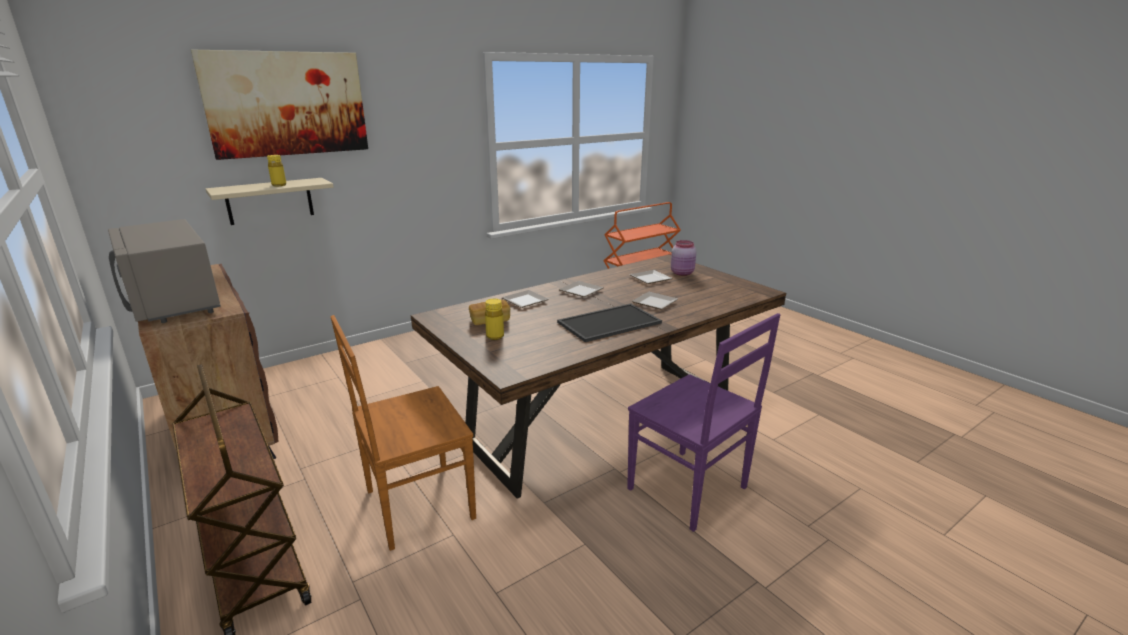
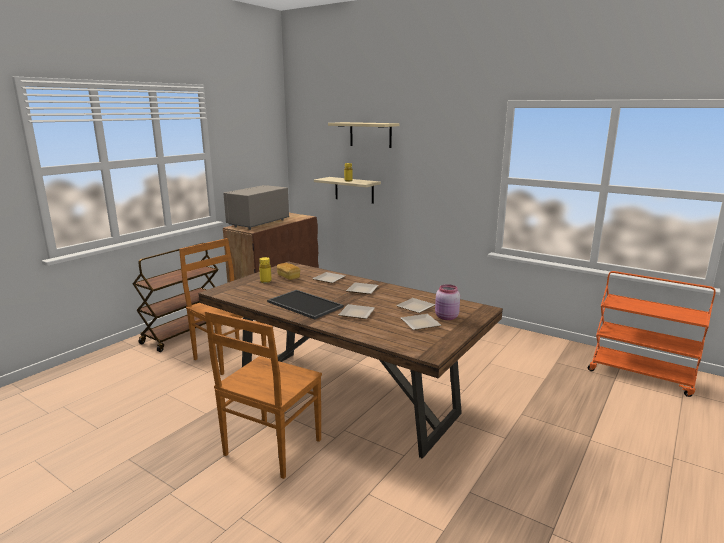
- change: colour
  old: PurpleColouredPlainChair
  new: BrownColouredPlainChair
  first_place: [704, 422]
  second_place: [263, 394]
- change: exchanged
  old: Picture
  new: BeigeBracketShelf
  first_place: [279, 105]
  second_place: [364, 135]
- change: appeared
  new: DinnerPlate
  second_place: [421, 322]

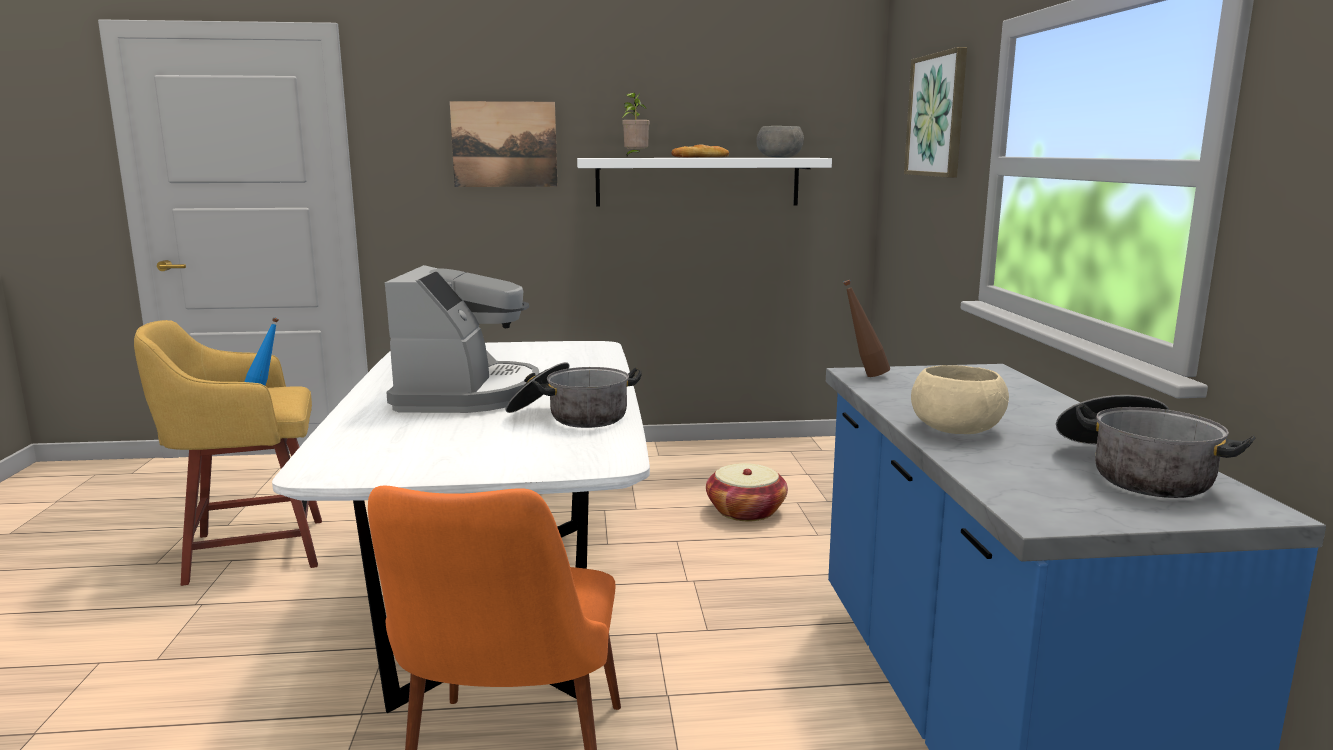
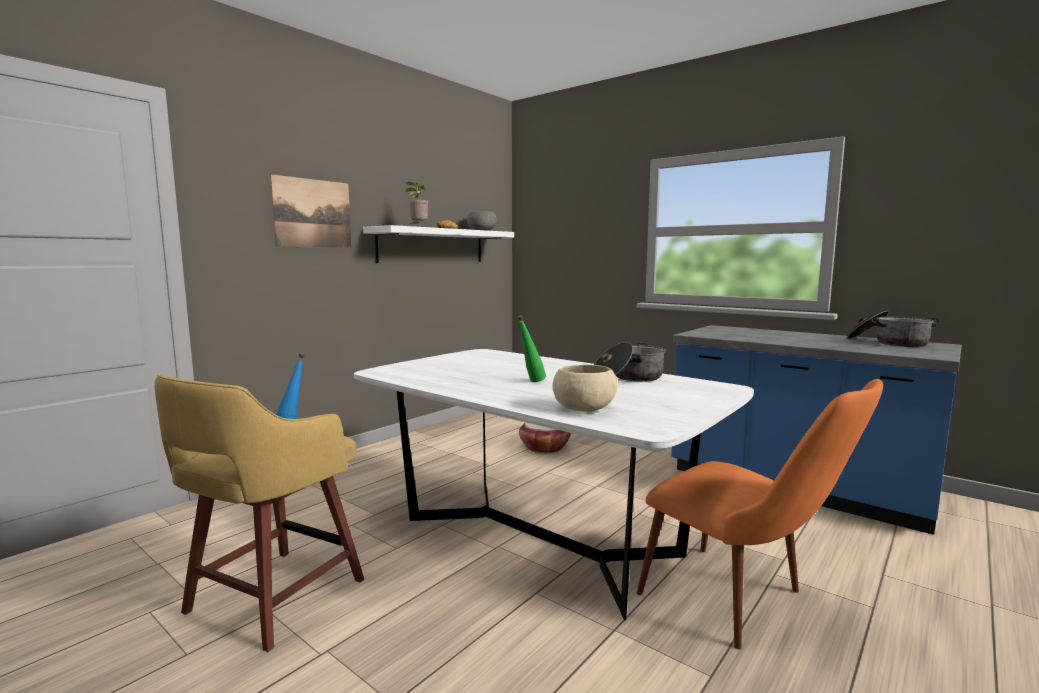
- change: exchanged
  old: CoffeeBrewer
  new: GreenishBottle
  first_place: [462, 339]
  second_place: [532, 348]
- change: relocated
  old: BeigeDeepDish
  first_place: [960, 399]
  second_place: [585, 388]
- change: missing
  old: BrownColouredBottle
  first_place: [866, 328]
- change: missing
  old: Picture
  first_place: [935, 112]

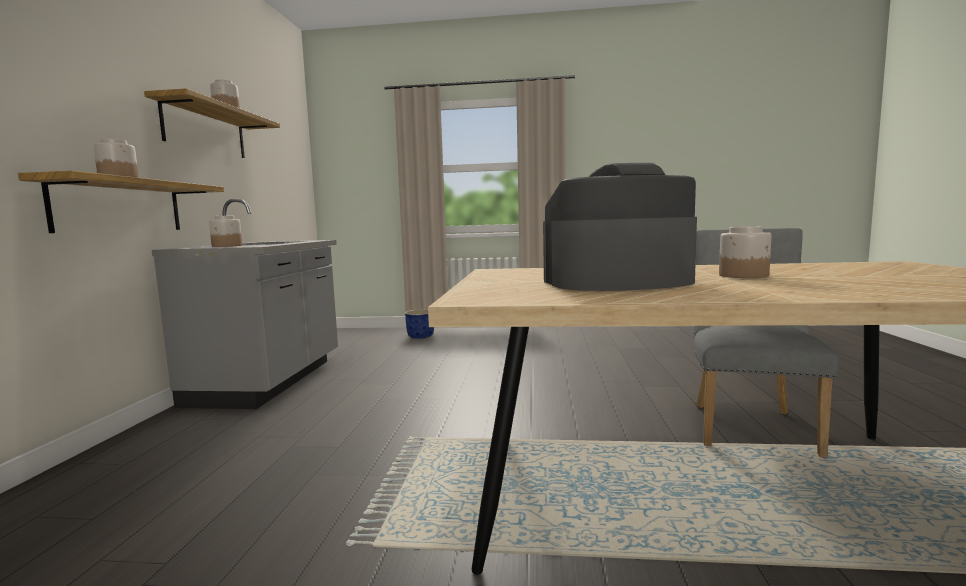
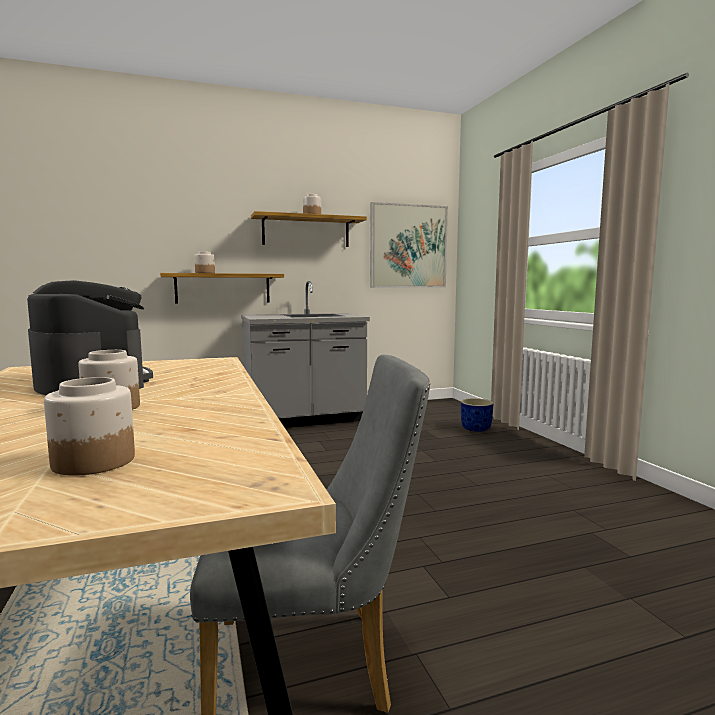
- change: relocated
  old: PreserveJar
  first_place: [225, 231]
  second_place: [89, 426]
- change: appeared
  new: Picture
  second_place: [409, 245]

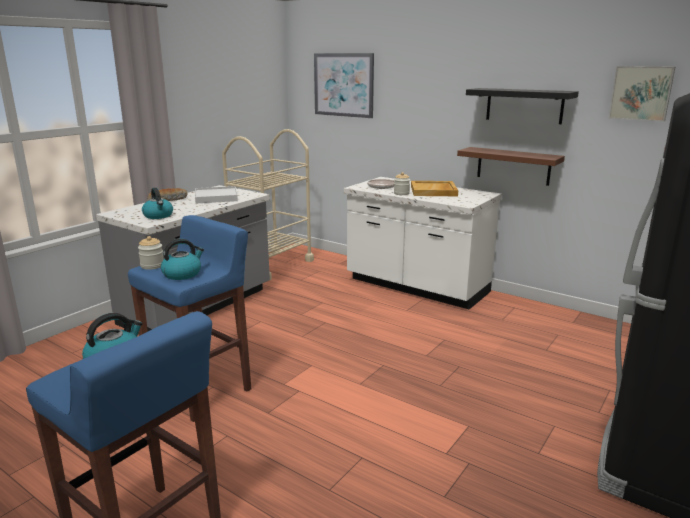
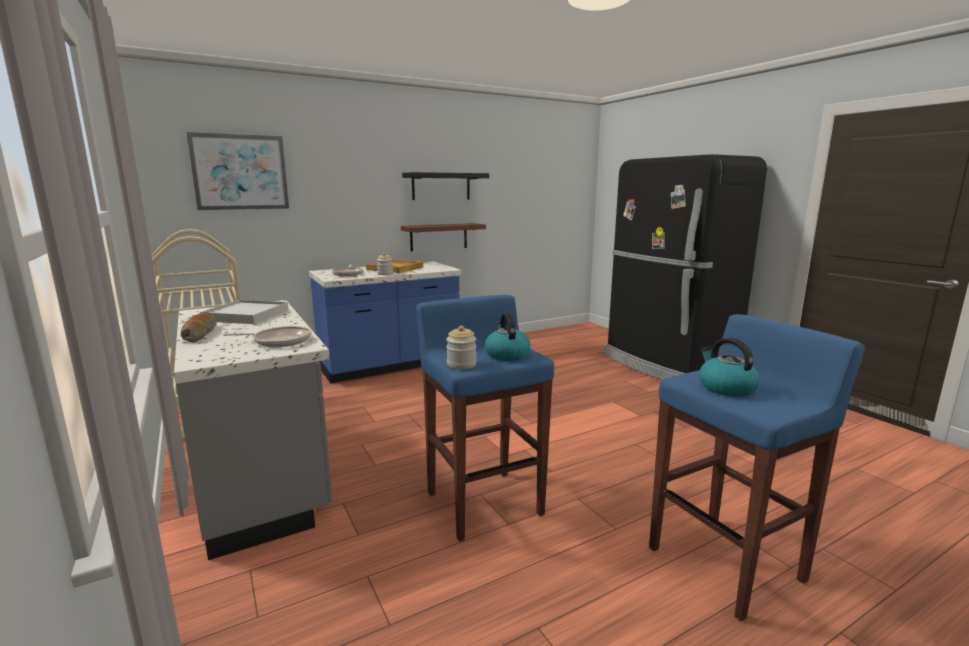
- change: exchanged
  old: TeaKettle
  new: Skillet
  first_place: [157, 203]
  second_place: [267, 336]
- change: colour
  old: WhiteColouredKitchenCounter
  new: BluishKitchenCounter
  first_place: [423, 243]
  second_place: [385, 323]
- change: missing
  old: Picture
  first_place: [642, 94]

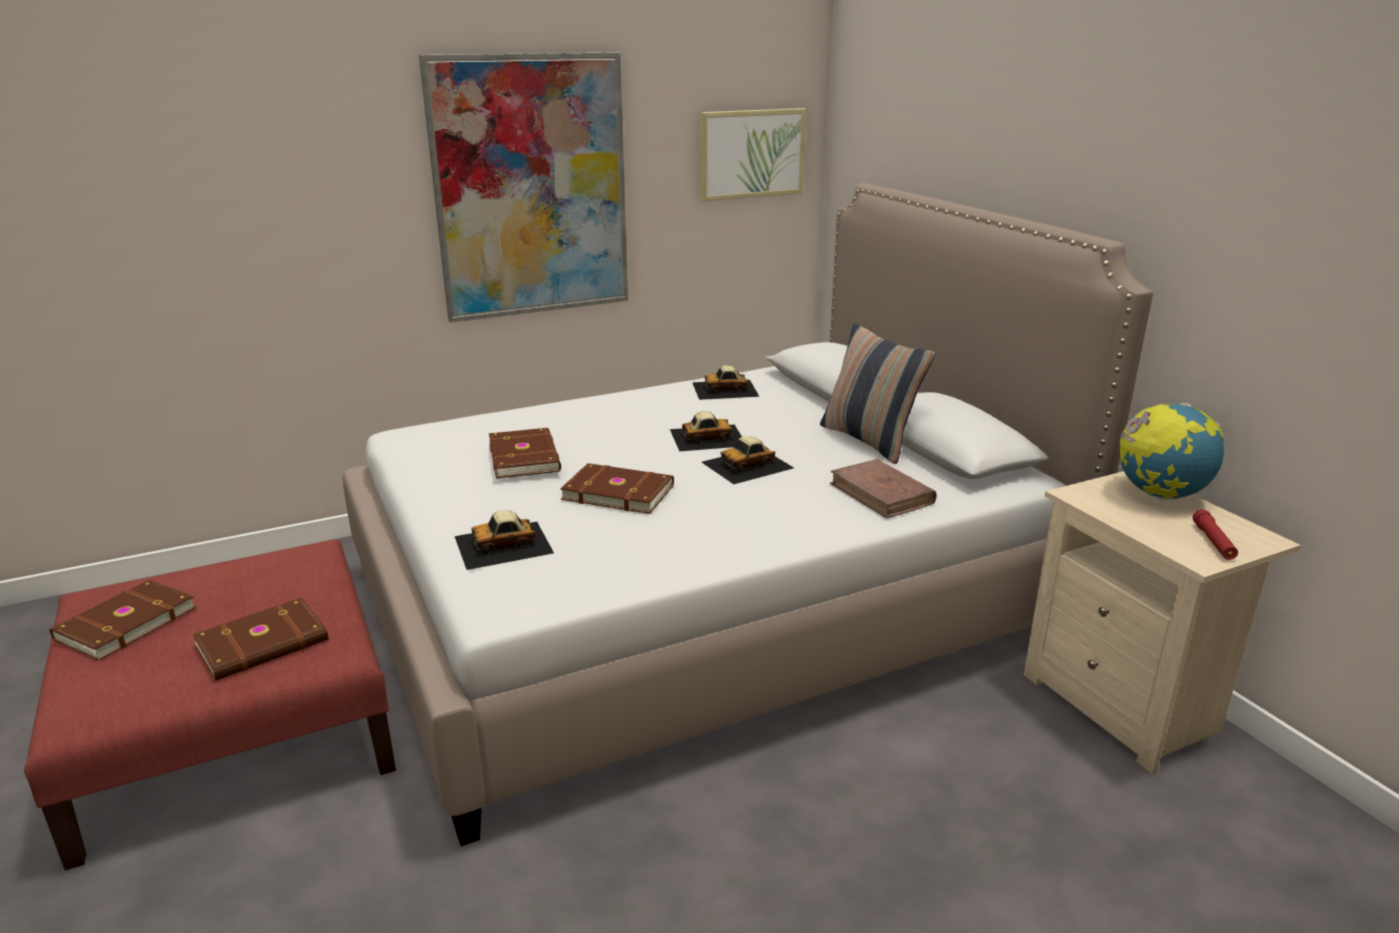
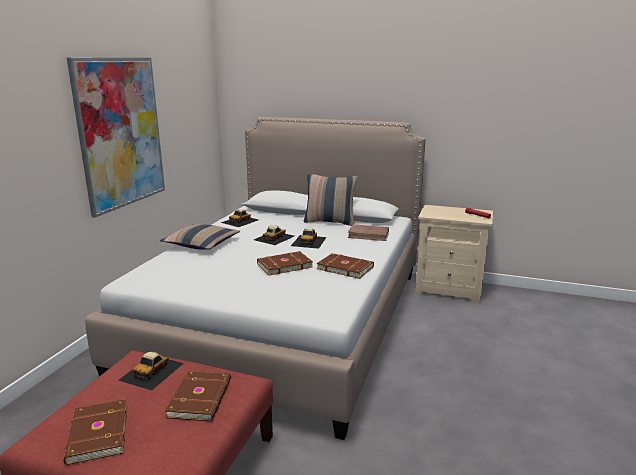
- change: relocated
  old: MiniatureCar
  first_place: [504, 540]
  second_place: [151, 371]
- change: appeared
  new: Cushion
  second_place: [200, 237]
- change: relocated
  old: BrownColouredBoundBook
  first_place: [525, 453]
  second_place: [345, 266]
- change: missing
  old: Picture
  first_place: [753, 154]
- change: missing
  old: DeskGlobe
  first_place: [1171, 451]

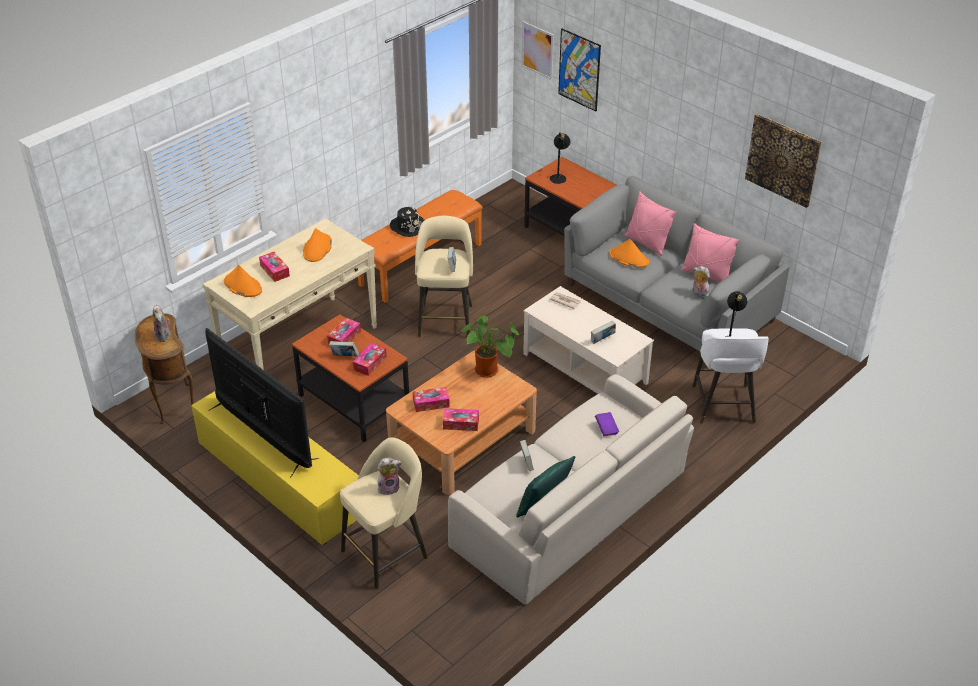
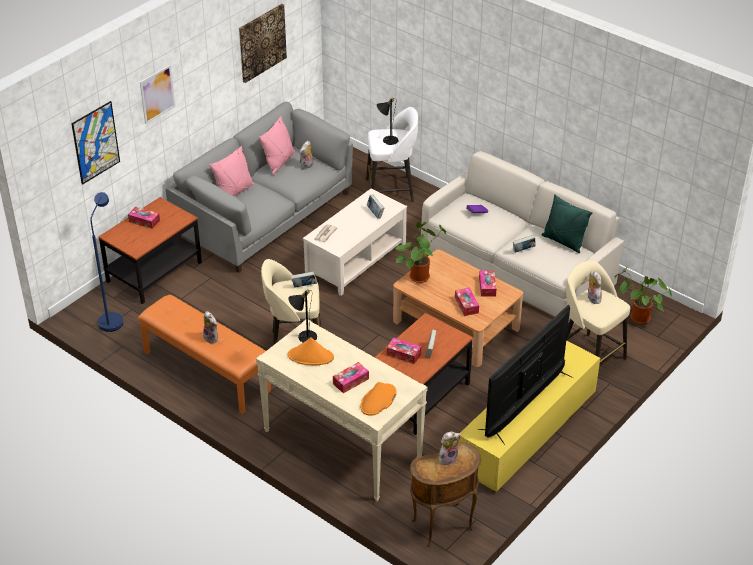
- change: appeared
  new: BluishStandingLamp
  second_place: [106, 262]
- change: relocated
  old: BoxOfTissues
  first_place: [370, 359]
  second_place: [144, 218]
- change: relocated
  old: Picture
  first_place: [538, 50]
  second_place: [157, 94]
- change: exchanged
  old: BlackColouredClothingHat
  new: SoftToy
  first_place: [407, 222]
  second_place: [210, 327]
- change: relocated
  old: BlackColouredLampForATable
  first_place: [560, 158]
  second_place: [302, 315]
- change: appeared
  new: PottedPlant
  second_place: [643, 295]
- change: missing
  old: OrangeColouredClothingHat
  first_place: [629, 253]

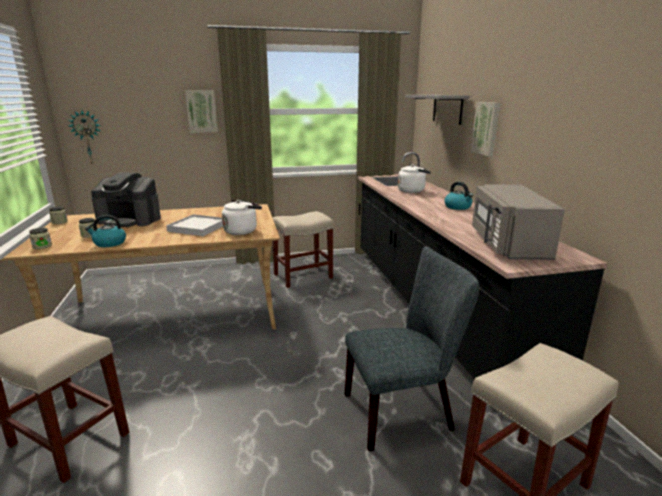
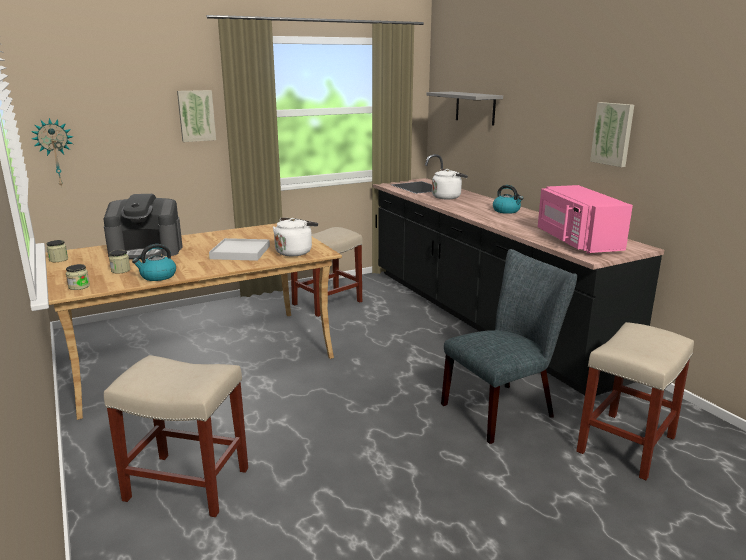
- change: colour
  old: GreyKitchenMicrowave
  new: PinkKitchenMicrowave
  first_place: [518, 222]
  second_place: [585, 219]
- change: relocated
  old: Picture
  first_place: [485, 129]
  second_place: [612, 134]

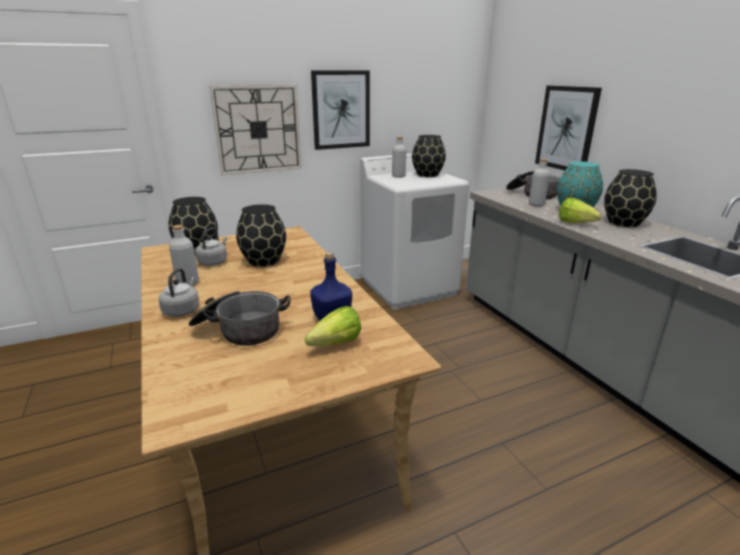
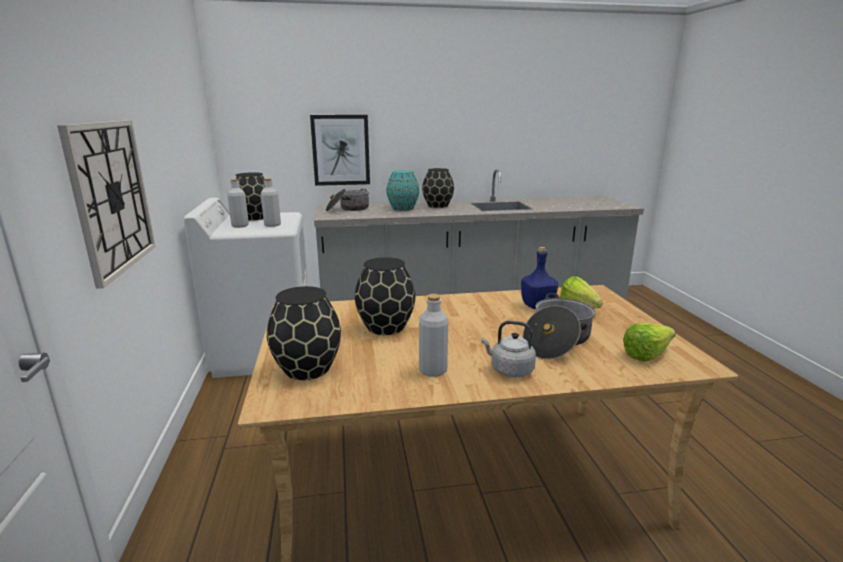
- change: relocated
  old: GreyBottle
  first_place: [539, 183]
  second_place: [271, 202]
- change: relocated
  old: LettuceHead
  first_place: [580, 210]
  second_place: [649, 342]
- change: missing
  old: GreyTeaKettle
  first_place: [211, 246]
- change: missing
  old: Picture
  first_place: [340, 110]

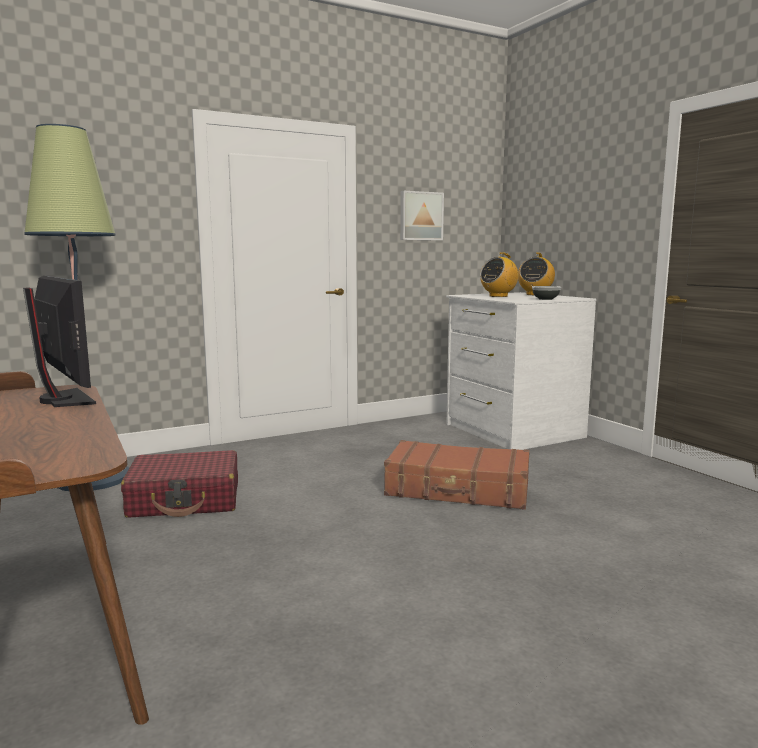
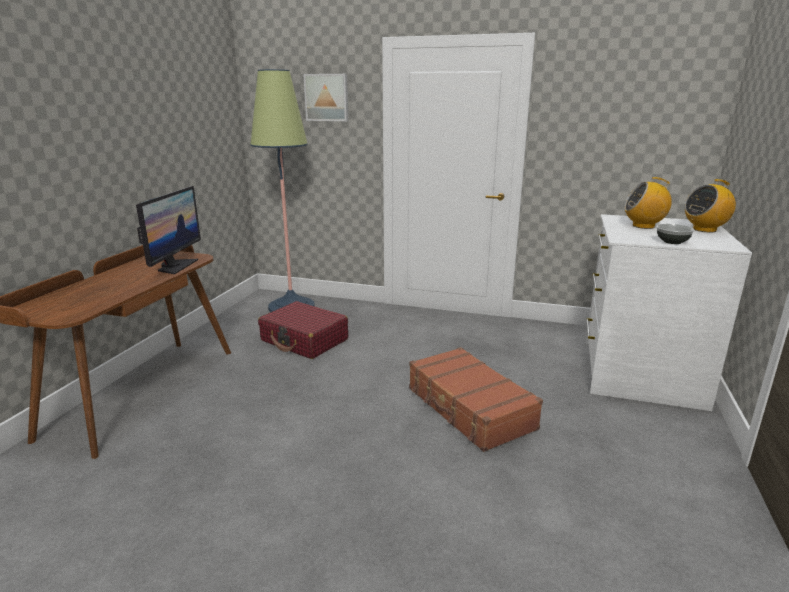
- change: relocated
  old: Picture
  first_place: [422, 215]
  second_place: [325, 97]

